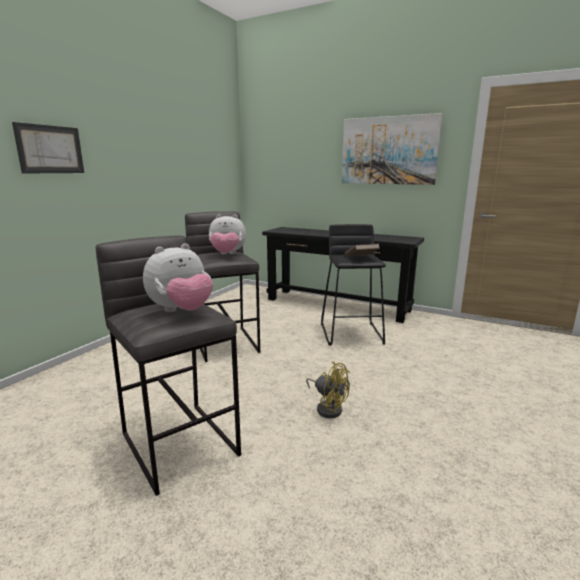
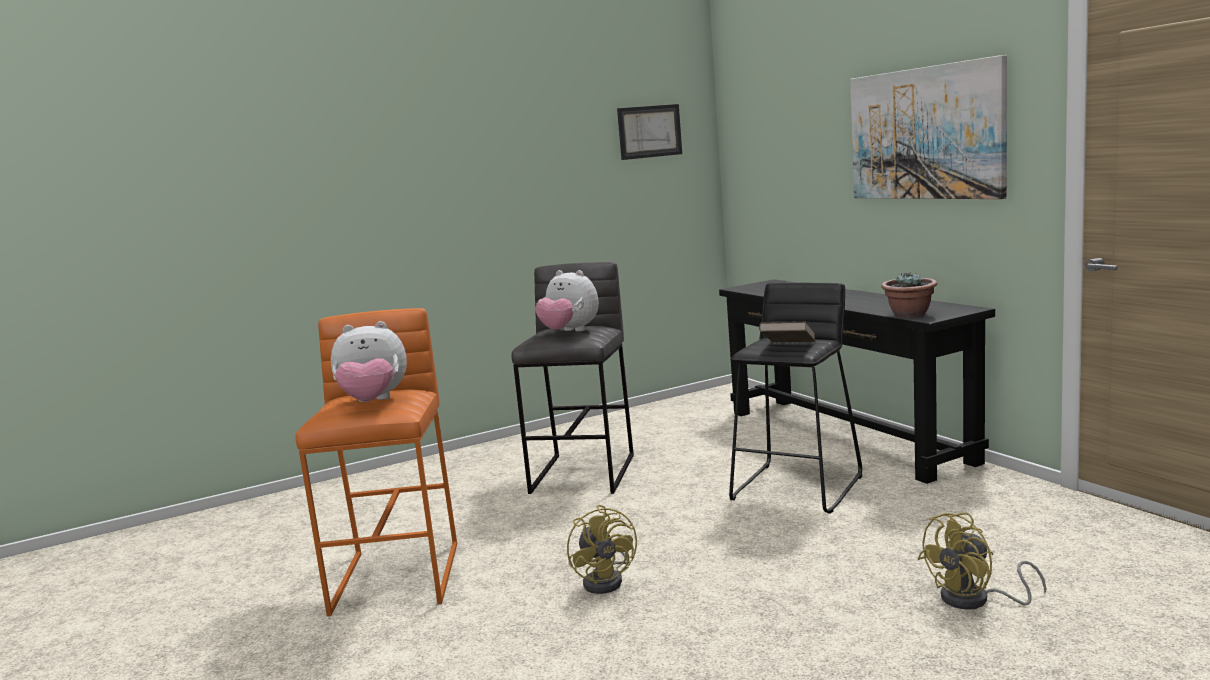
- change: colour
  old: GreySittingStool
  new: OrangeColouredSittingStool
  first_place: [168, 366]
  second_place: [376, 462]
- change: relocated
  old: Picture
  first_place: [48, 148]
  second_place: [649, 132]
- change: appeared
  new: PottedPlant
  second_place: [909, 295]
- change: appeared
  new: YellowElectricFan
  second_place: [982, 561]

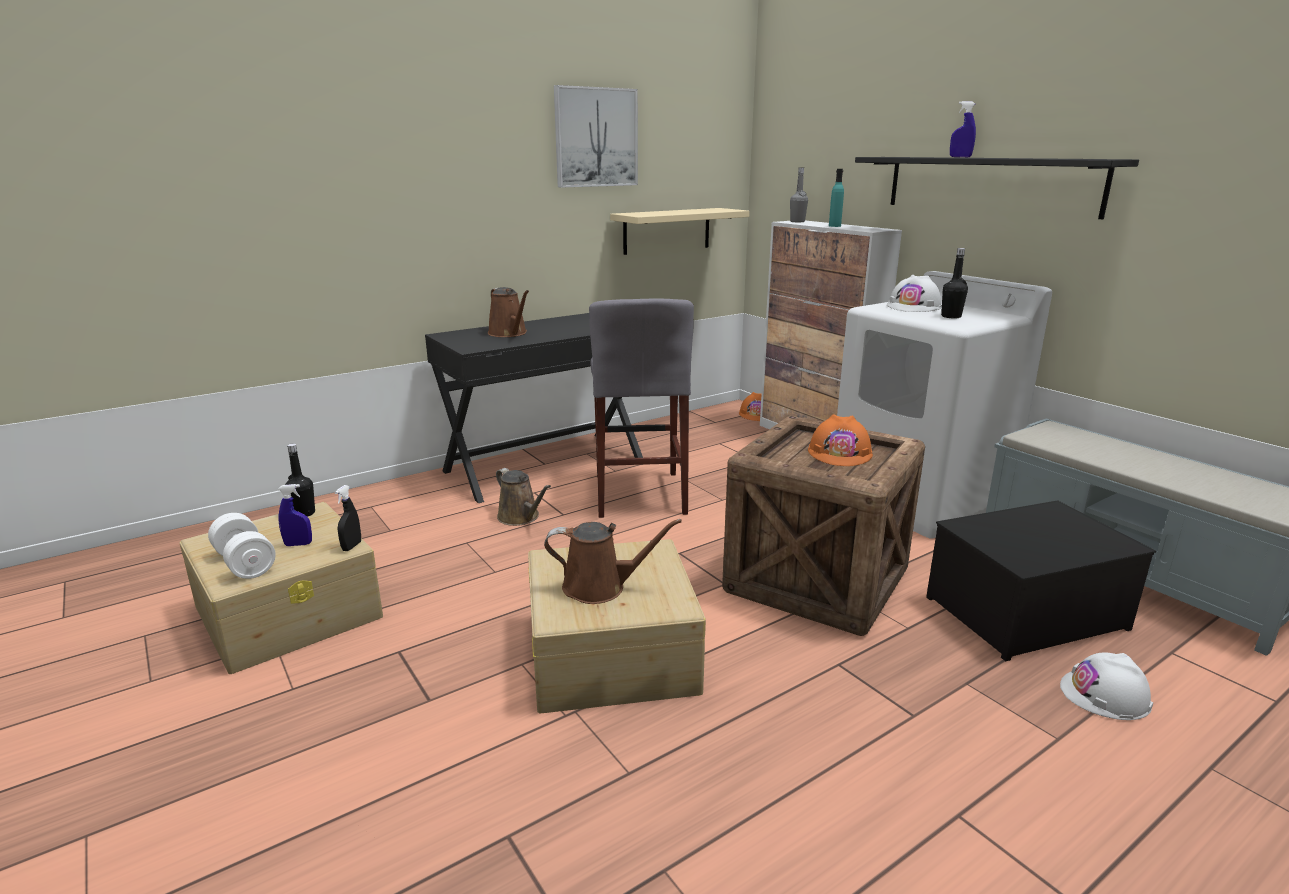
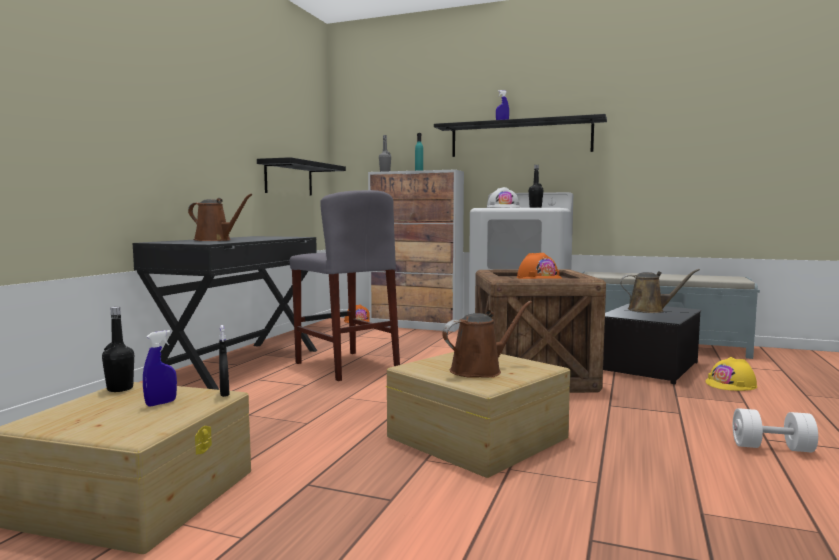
- change: colour
  old: BeigeBracketShelf
  new: BlackColouredBracketShelf
  first_place: [680, 231]
  second_place: [301, 176]
- change: relocated
  old: BrownColouredSprinklingCan
  first_place: [523, 497]
  second_place: [660, 291]
- change: colour
  old: WhiteColouredSafetyHelmet
  new: YellowSafetyHelmet
  first_place: [1106, 686]
  second_place: [731, 374]
- change: relocated
  old: WhiteColouredHandWeight
  first_place: [242, 546]
  second_place: [775, 430]
- change: missing
  old: Picture
  first_place: [596, 136]

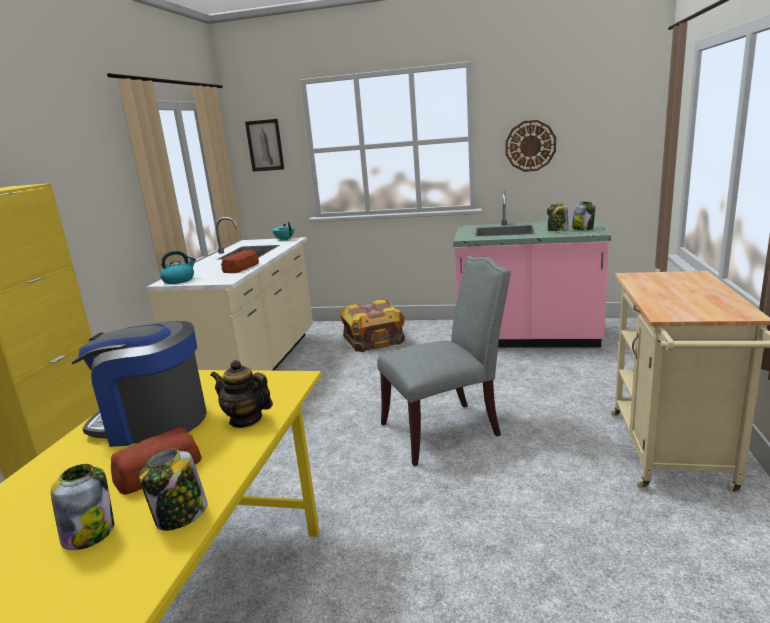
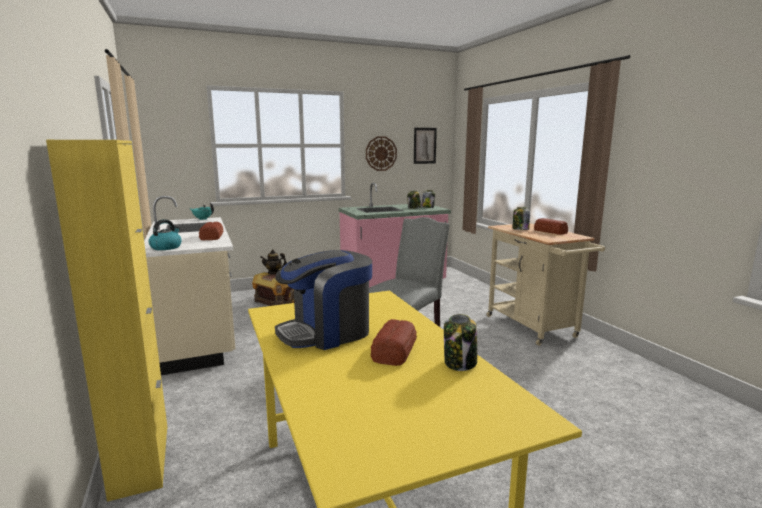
- change: relocated
  old: Teapot
  first_place: [241, 394]
  second_place: [273, 262]
- change: relocated
  old: Picture
  first_place: [264, 145]
  second_place: [425, 146]
- change: relocated
  old: PreserveJar
  first_place: [82, 507]
  second_place: [521, 218]
- change: appeared
  new: BakedBread
  second_place: [551, 226]

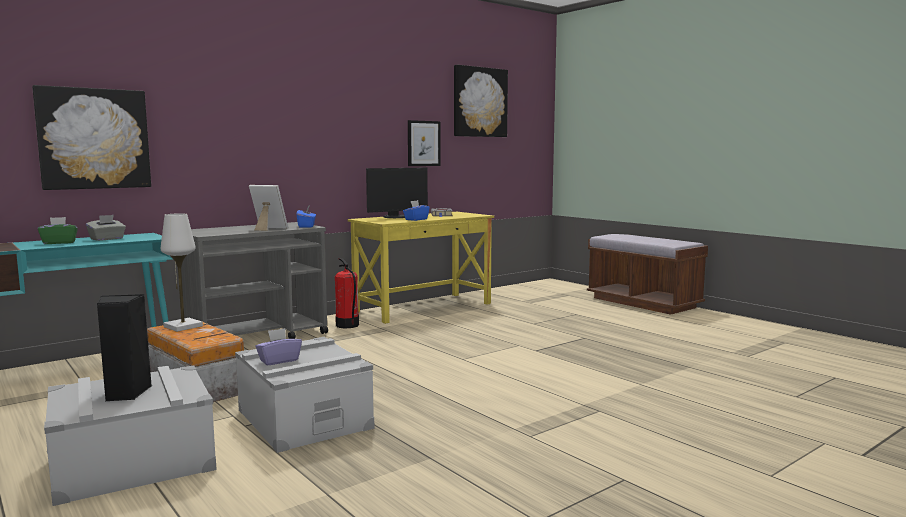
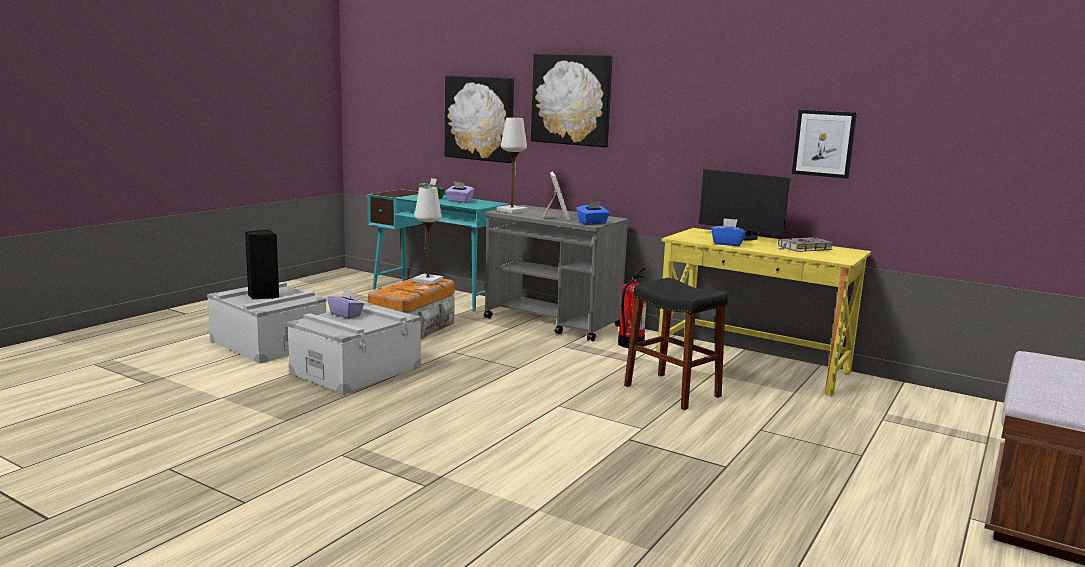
- change: colour
  old: GreyBoxOfTissues
  new: PurpleColouredBoxOfTissues
  first_place: [106, 228]
  second_place: [459, 192]
- change: appeared
  new: WhiteColouredLampForATable
  second_place: [512, 165]
- change: relocated
  old: Picture
  first_place: [481, 101]
  second_place: [572, 100]
- change: appeared
  new: BlackColouredSittingStool
  second_place: [676, 344]

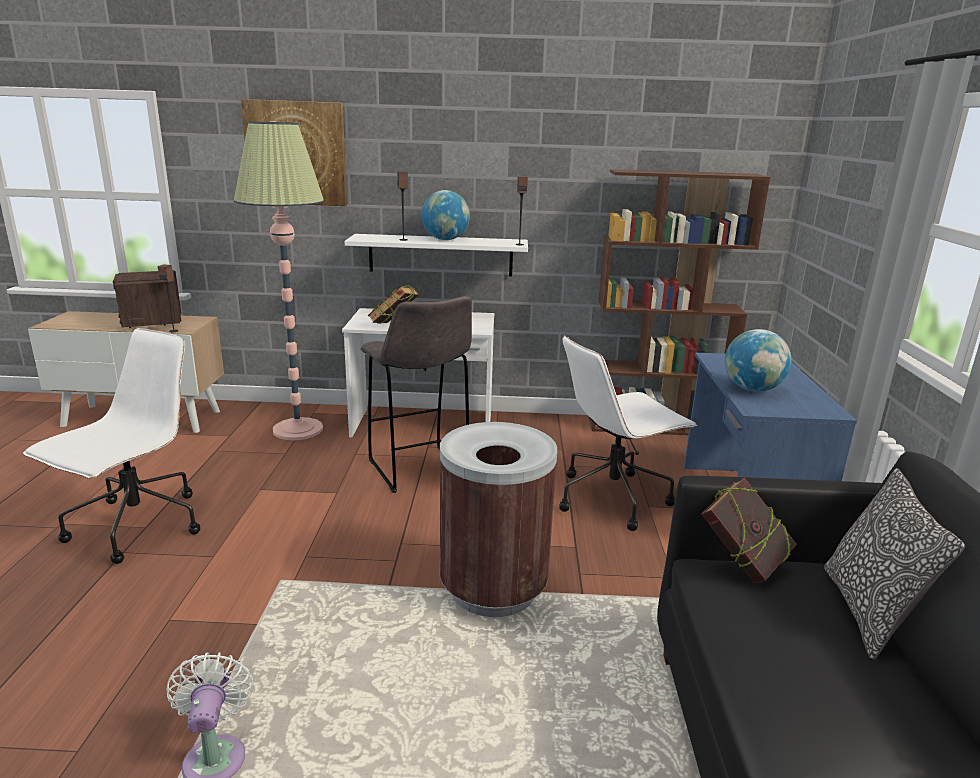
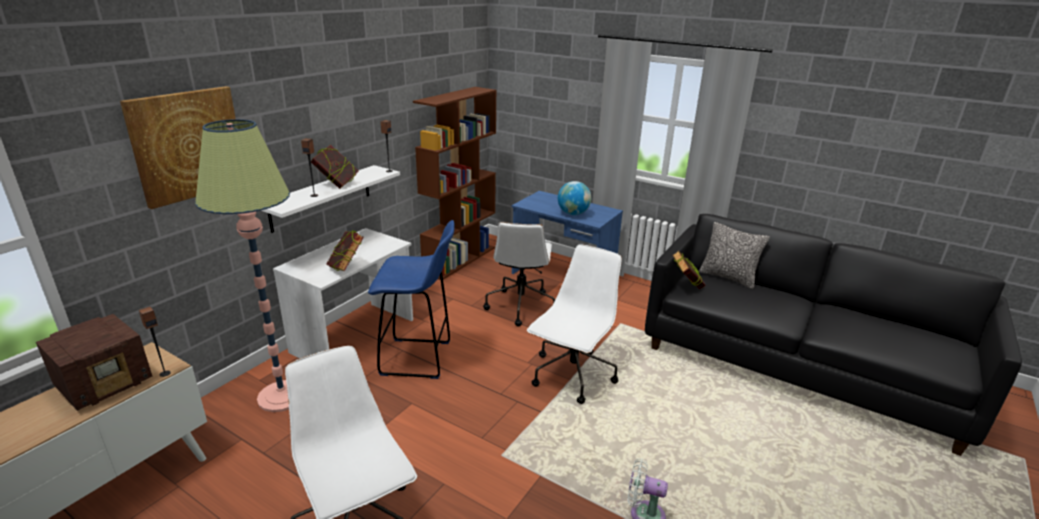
- change: spun
  old: RadioSet
  first_place: [147, 299]
  second_place: [94, 362]
  degrees: -60
- change: exchanged
  old: DeskGlobe
  new: BoundBook
  first_place: [445, 215]
  second_place: [335, 167]
- change: colour
  old: GreySittingStool
  new: BluishSittingStool
  first_place: [416, 394]
  second_place: [411, 299]
- change: exchanged
  old: BrownColouredWasteBin
  new: WhiteColouredOfficeChair
  first_place: [498, 519]
  second_place: [574, 324]

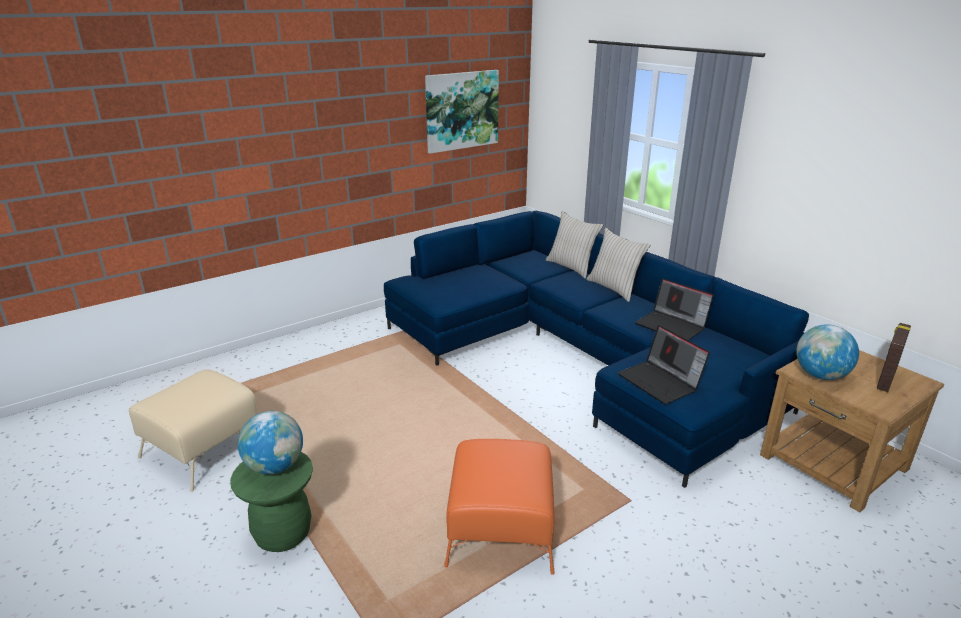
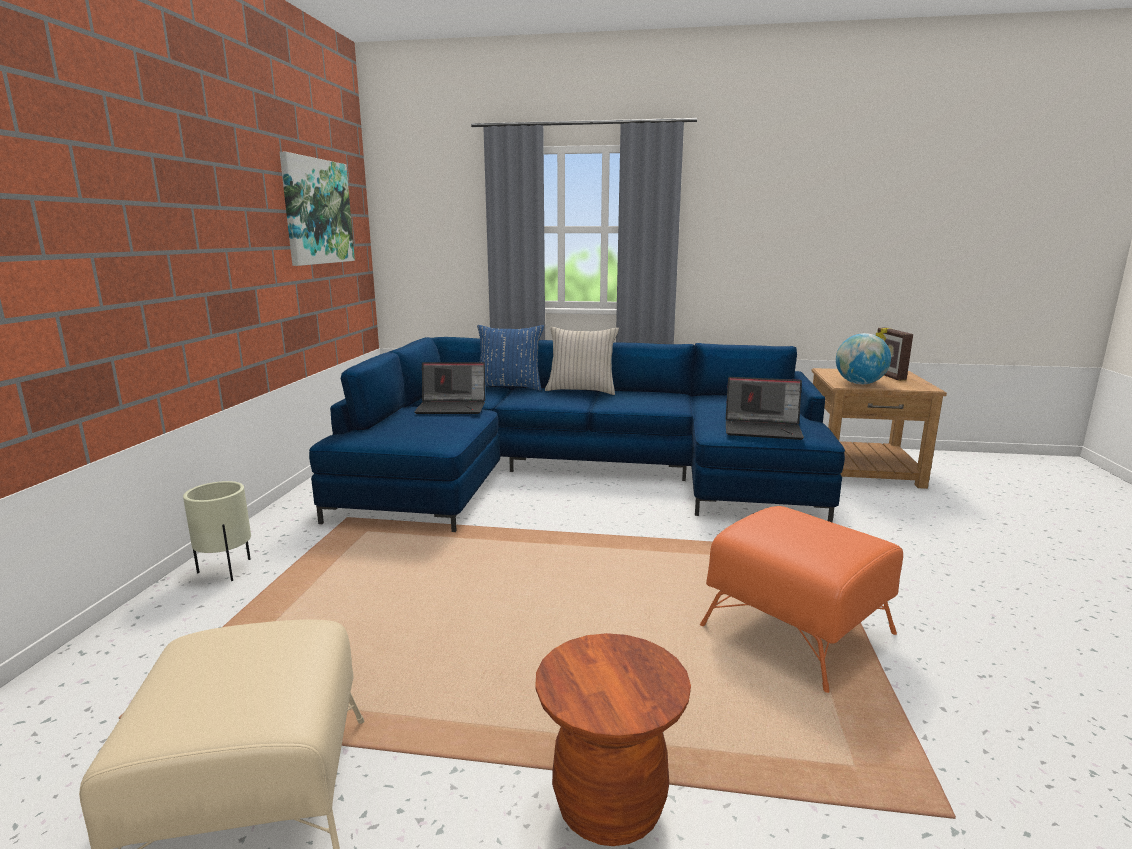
- change: appeared
  new: BeigePlantPot
  second_place: [217, 531]
- change: relocated
  old: Laptop
  first_place: [674, 309]
  second_place: [449, 388]
- change: colour
  old: BeigeCushion
  new: BluishCushion
  first_place: [574, 245]
  second_place: [510, 358]
- change: colour
  old: GreenishSittingStool
  new: BrownColouredSittingStool
  first_place: [271, 502]
  second_place: [613, 739]
- change: missing
  old: DeskGlobe
  first_place: [270, 442]

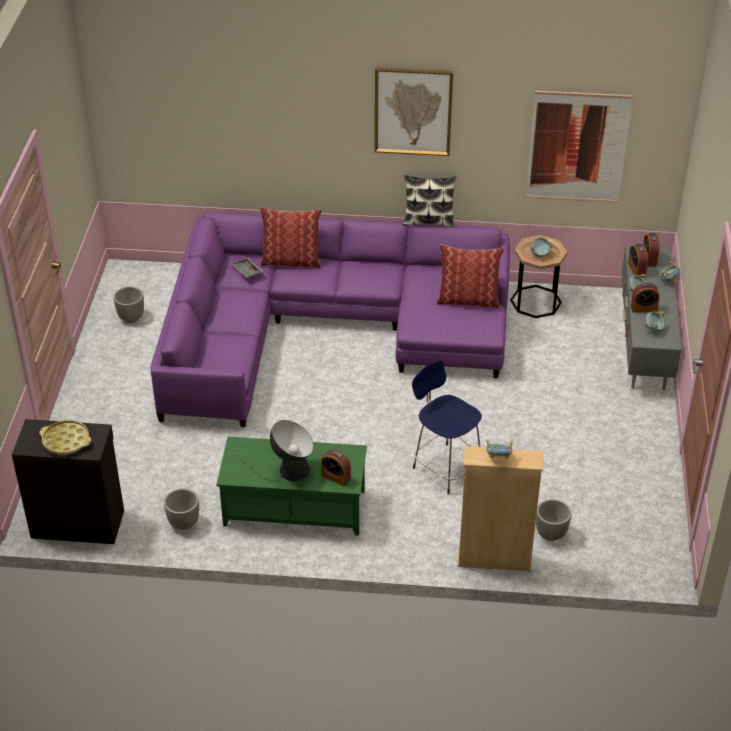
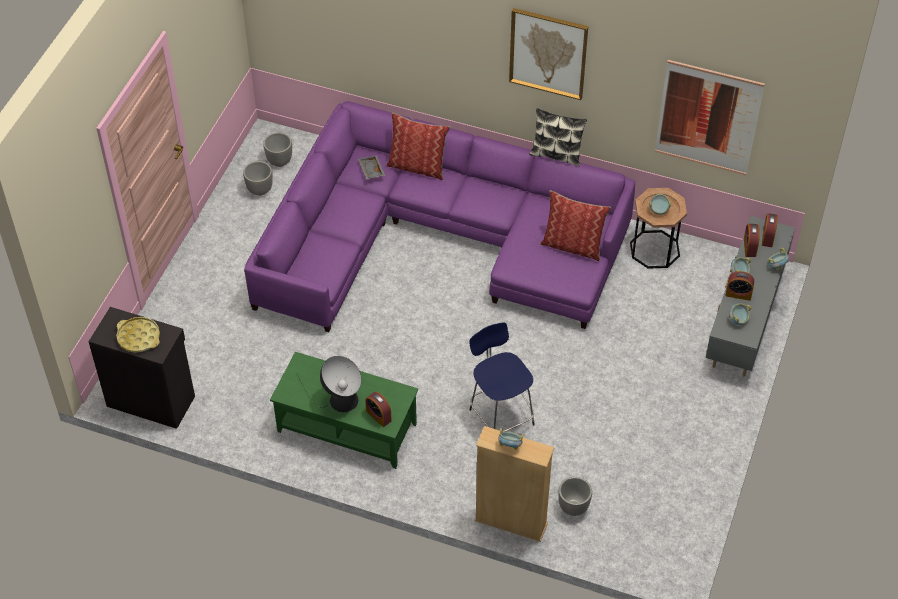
- change: relocated
  old: PlantPot
  first_place: [181, 509]
  second_place: [277, 149]

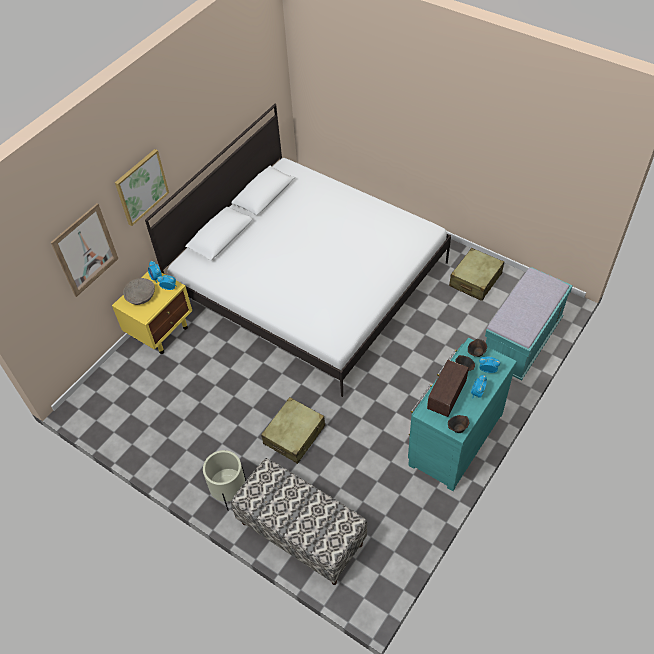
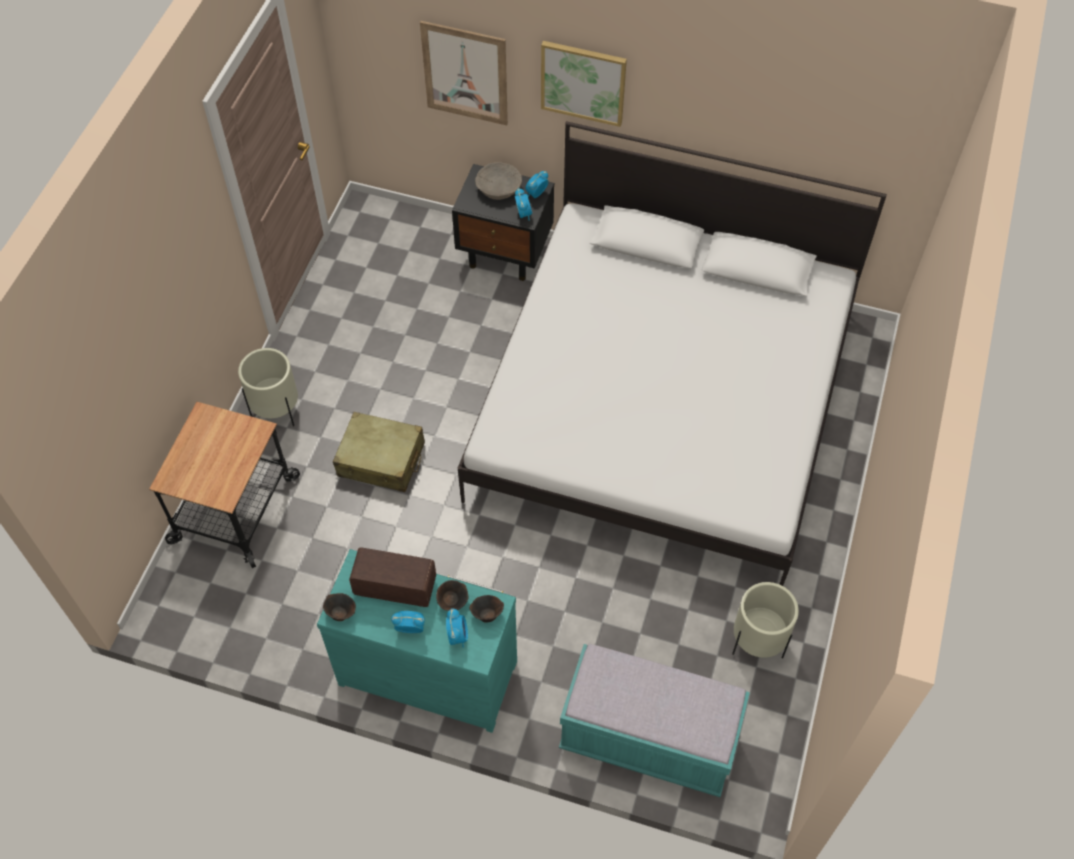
- change: exchanged
  old: IndoorBench
  new: Cart
  first_place: [299, 521]
  second_place: [224, 485]
- change: colour
  old: YellowNightTable
  new: BlackColouredNightTable
  first_place: [152, 313]
  second_place: [503, 222]
- change: exchanged
  old: BeigeSuitcase
  new: BeigePlantPot
  first_place: [476, 274]
  second_place: [765, 620]

